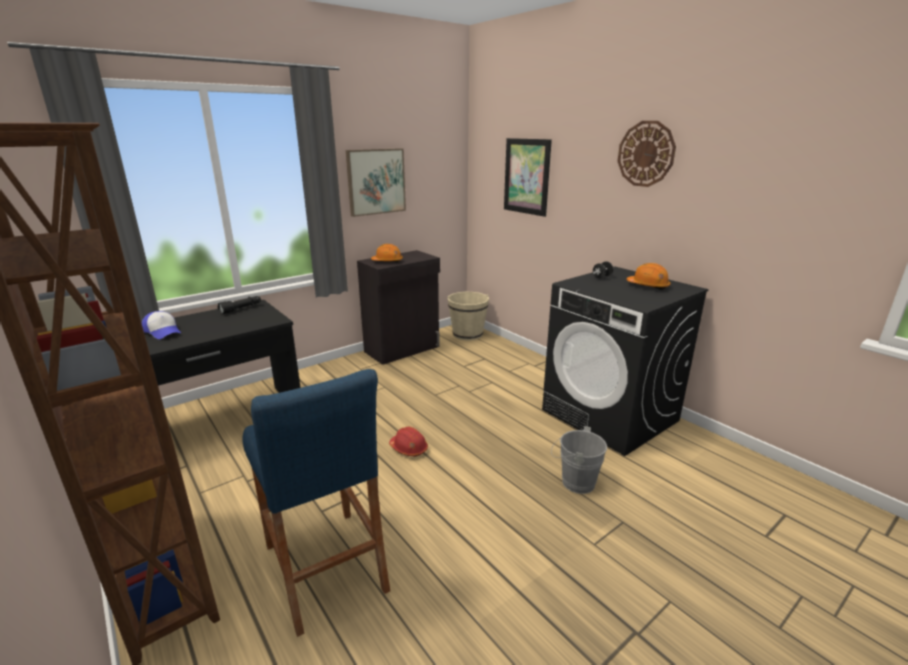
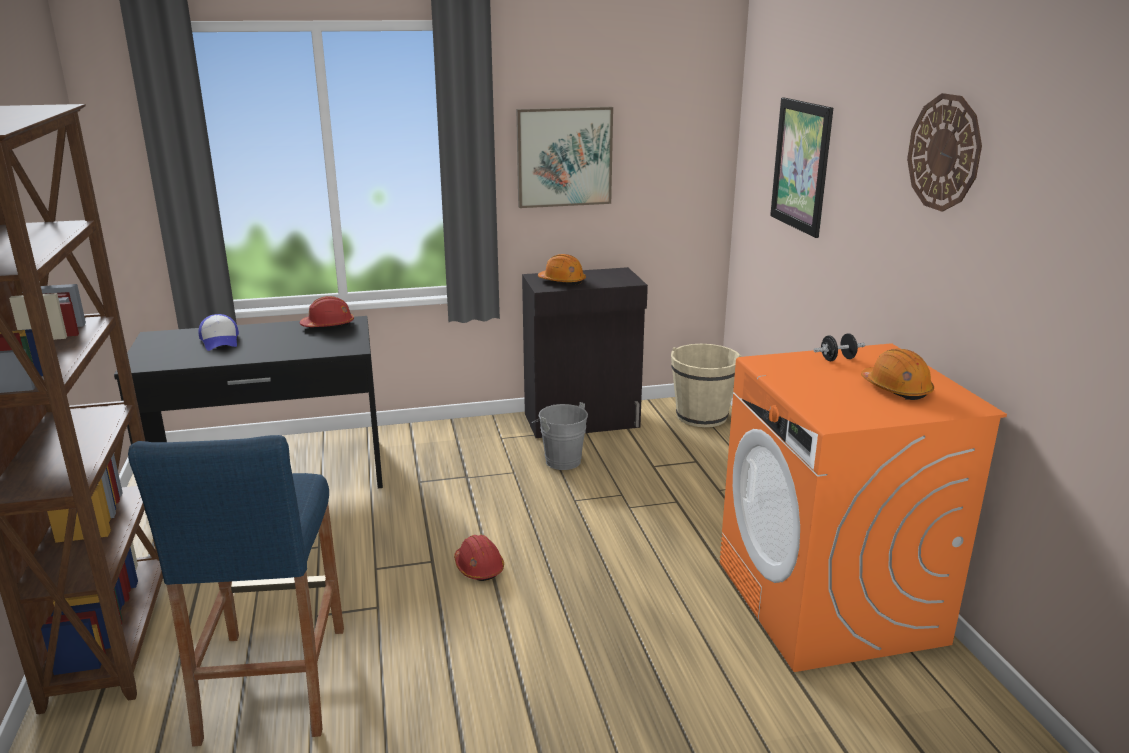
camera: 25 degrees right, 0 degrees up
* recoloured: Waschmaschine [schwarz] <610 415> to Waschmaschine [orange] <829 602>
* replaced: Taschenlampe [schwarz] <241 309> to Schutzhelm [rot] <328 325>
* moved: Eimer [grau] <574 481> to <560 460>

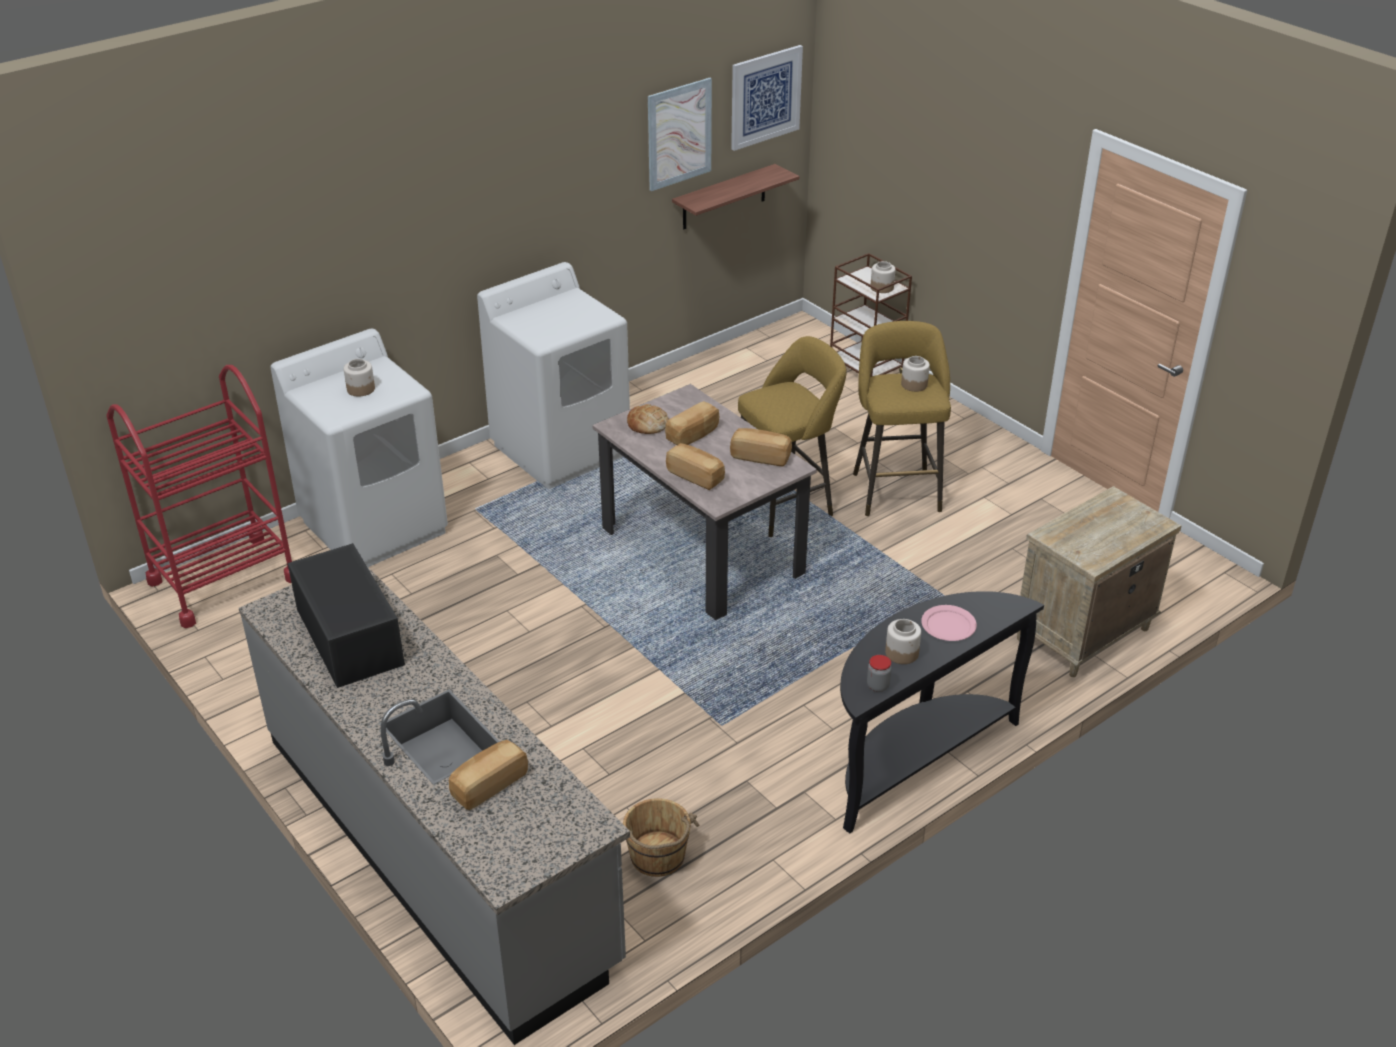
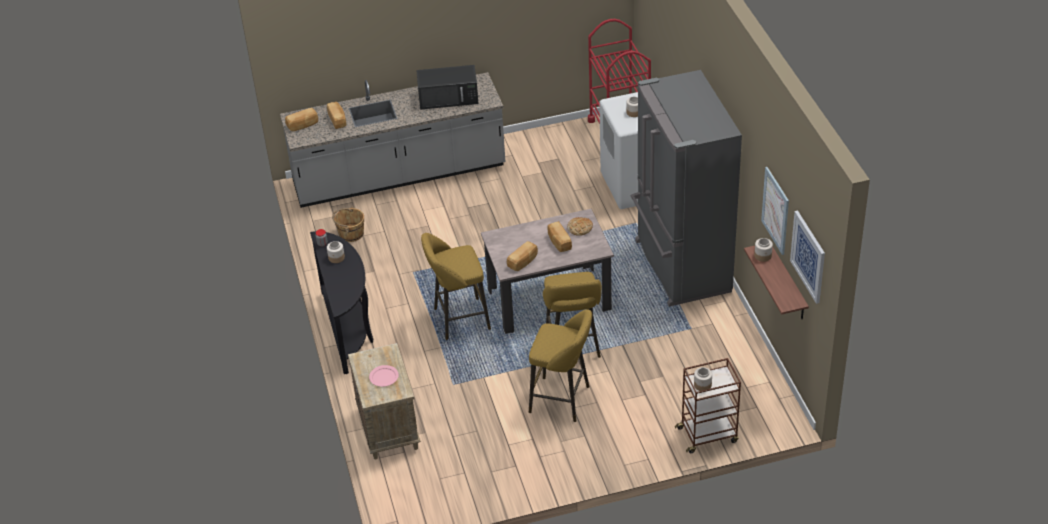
camera: 115 degrees right, 5 degrees up
* replaced: Waschmaschine [weiß] <562 449> to Kühlschrank [grau] <680 267>
* moved: Vorratsglas <914 384> to <763 256>
* moved: Brot <696 476> to <303 125>
* moved: Teller [rosa] <949 625> to <384 377>
* added: Hocker [gelb] <458 320>

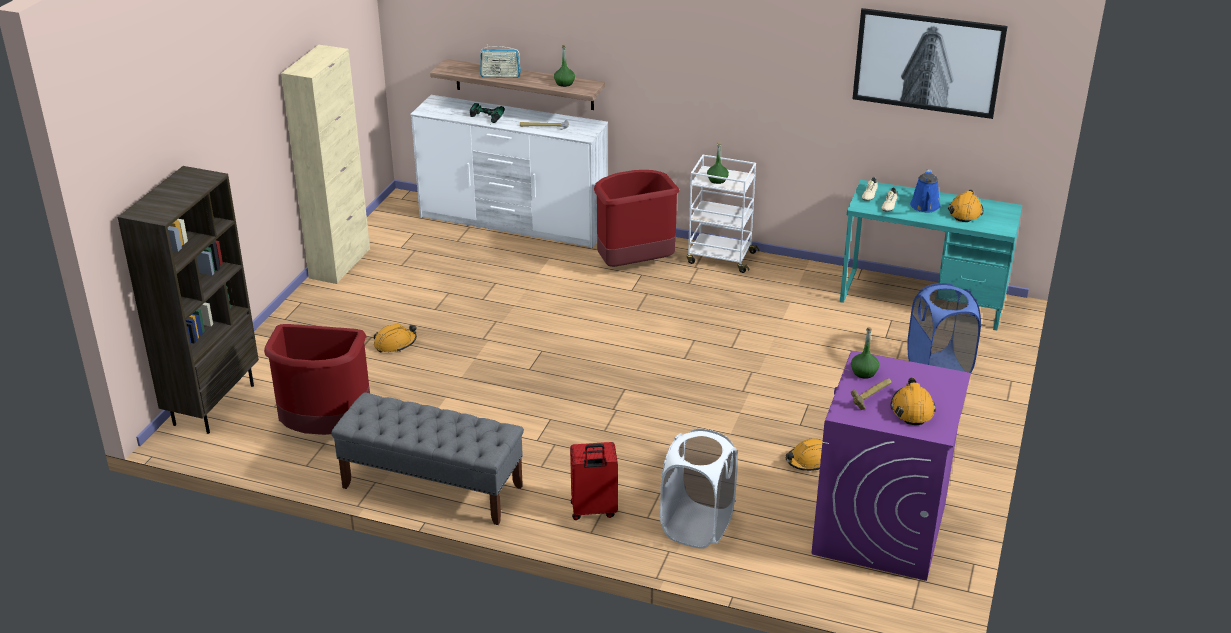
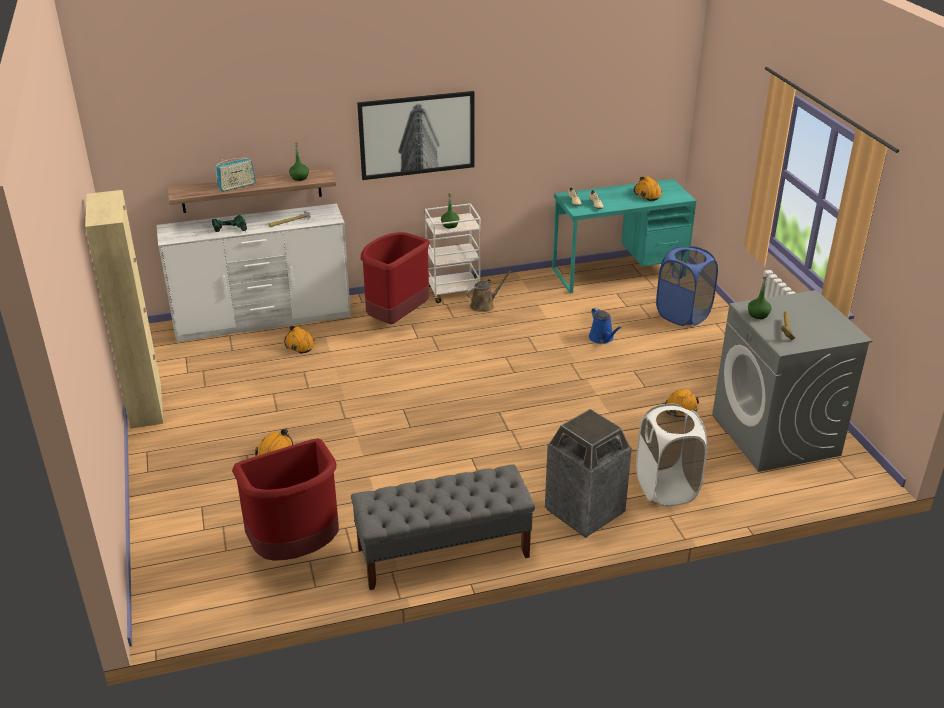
camera: 35 degrees left, 0 degrees up
* moved: Bild <927 63> to <417 135>
* removed: Bücherregal [braun] <213 404>
* moved: Gießkanne [blau] <925 207> to <602 338>
* recoloured: Waschmaschine [lila] <880 529> to Waschmaschine [grau] <776 435>
* moved: Schutzhelm [orange] <912 409> to <299 344>
* replaced: Koffer [rot] <593 510> to Mülleimer <584 511>
* added: Gießkanne [braun] <484 305>

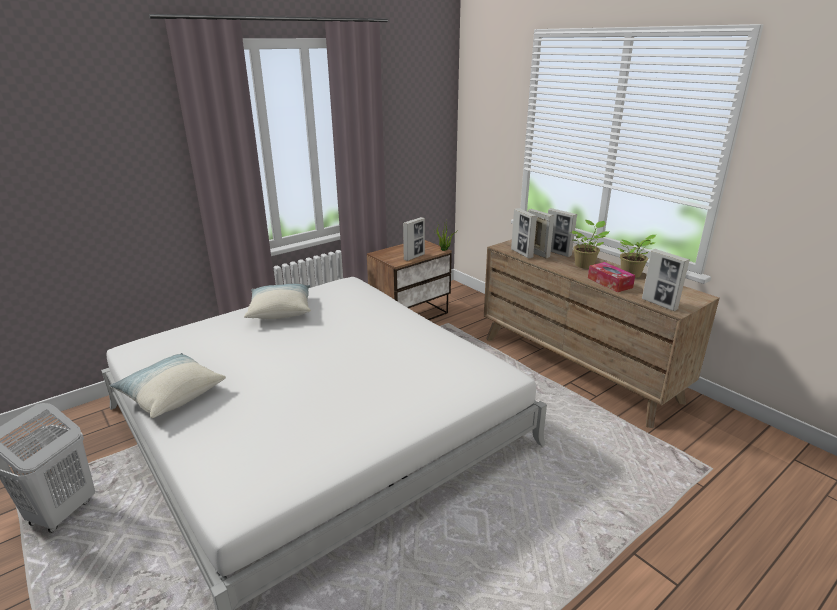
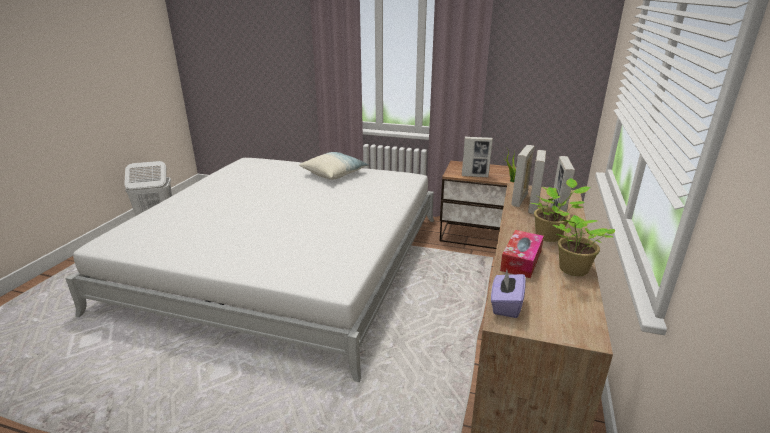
camera: 55 degrees right, 0 degrees up
* replaced: Bilderrahmen <659 304> to Taschentuchbox [lila] <505 305>
* removed: Kissen <171 395>

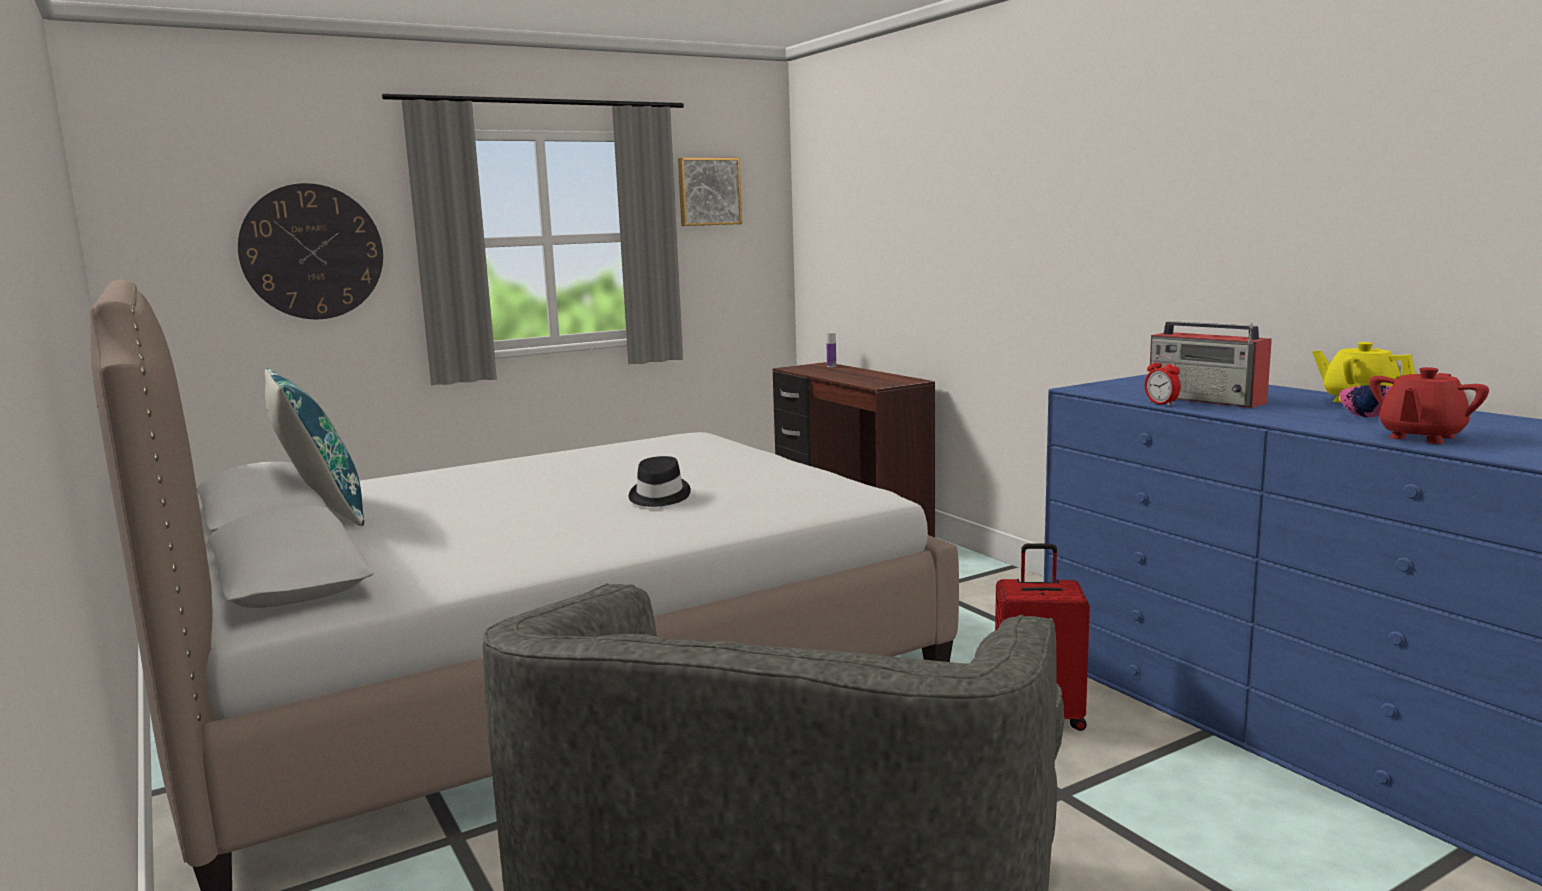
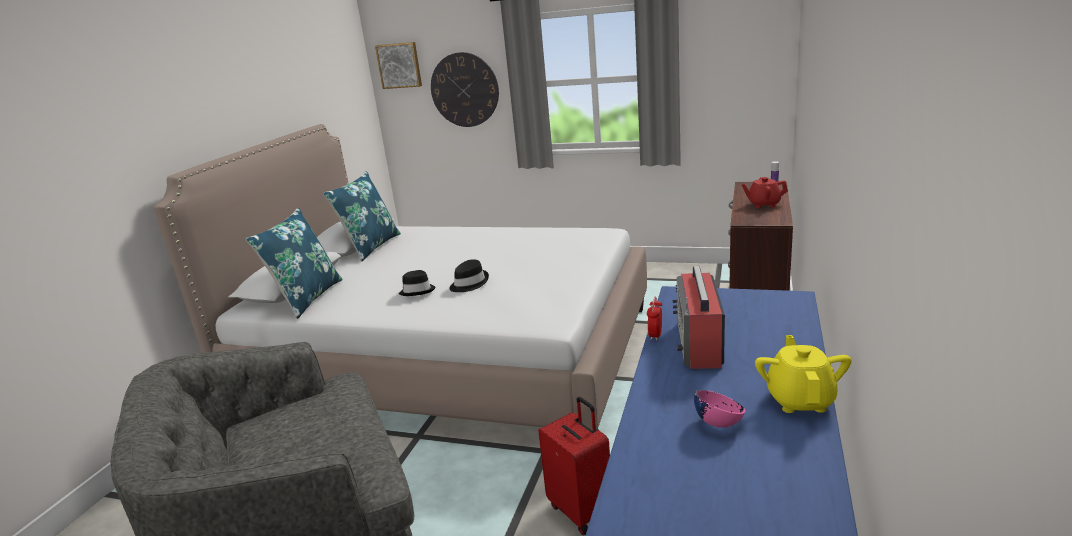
camera: 50 degrees right, 10 degrees up
* moved: Bild <708 191> to <399 65>
* moved: Teekanne [rot] <1421 437> to <763 204>
* added: Kissen [blau] <307 298>
* added: Hut [schwarz] <417 291>

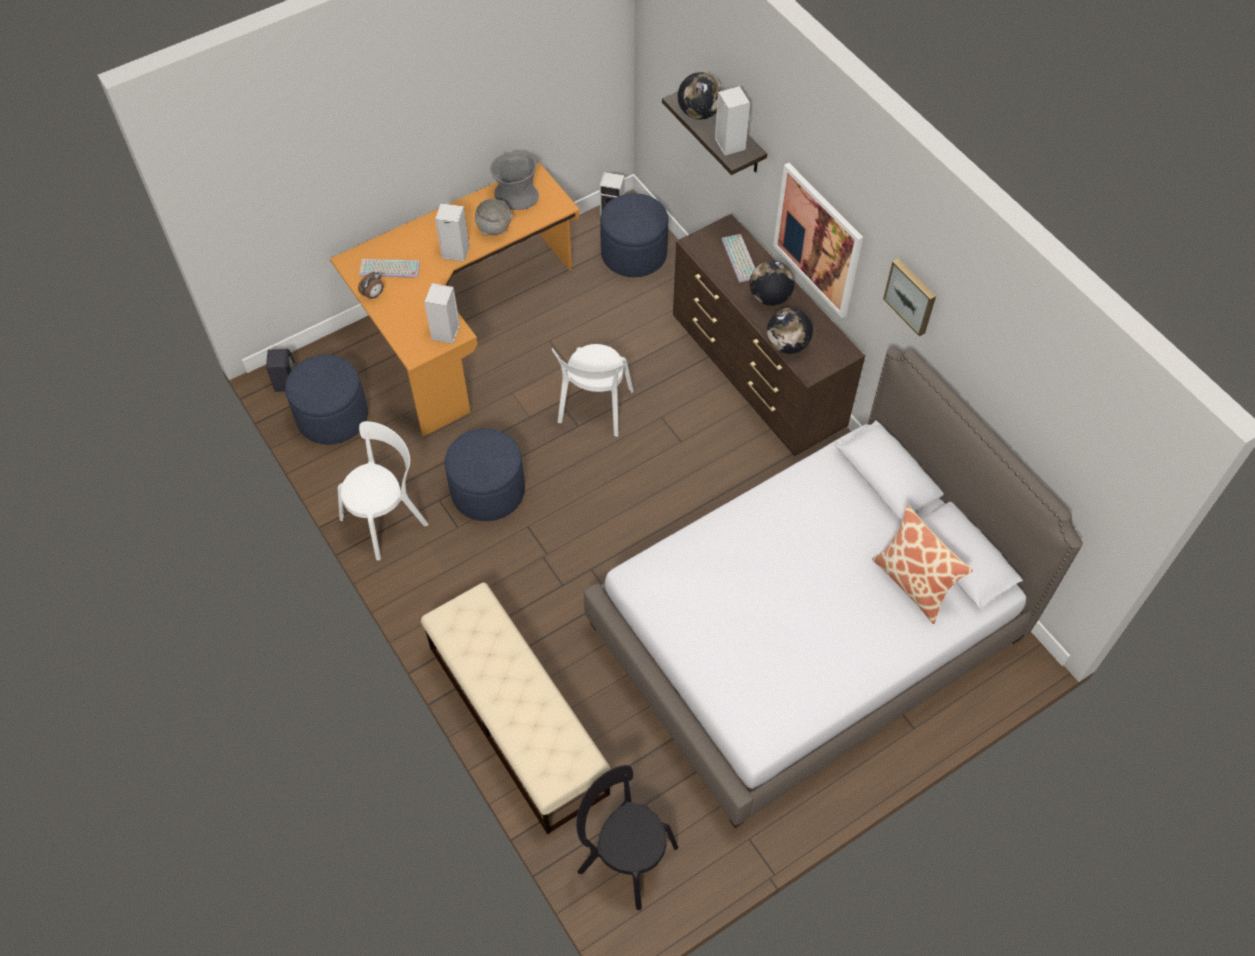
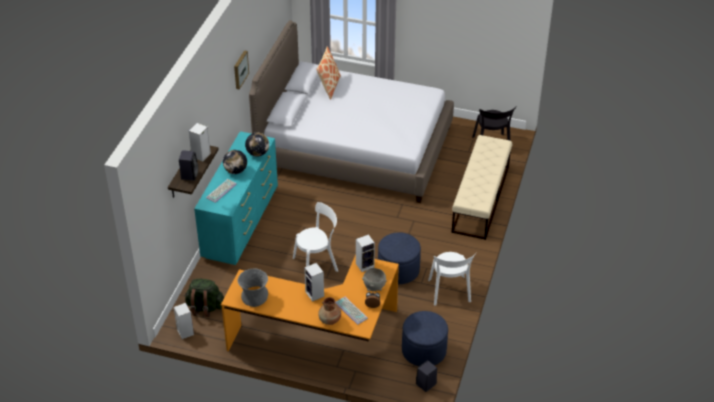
camera: 130 degrees left, 15 degrees down
* replaced: Globus <699 113> to Lautsprecher [schwarz] <189 174>
* removed: Bild <818 240>
* replaced: Polsterhocker [blau] <634 254> to Rucksack [grün] <205 307>
* moved: Schüssel [grau] <494 229> to <374 287>
* recoloured: Kommode [braun] <757 376> to Kommode [türkis] <241 223>
* turned: Stuhl [weiß] <387 519> = <449 292> 105 degrees counterclockwise
* added: Vase [braun] <329 320>

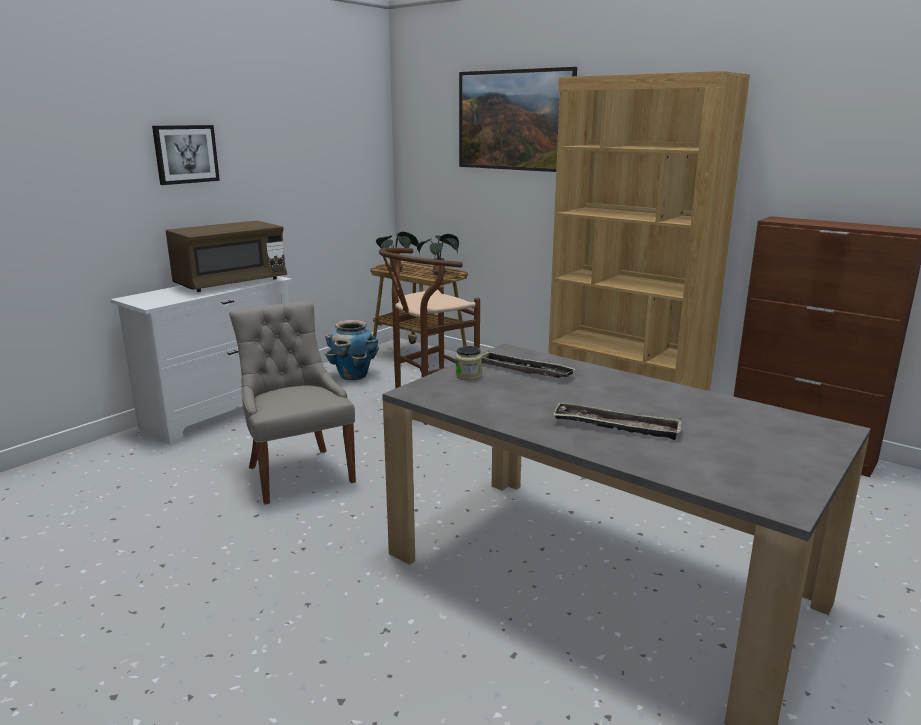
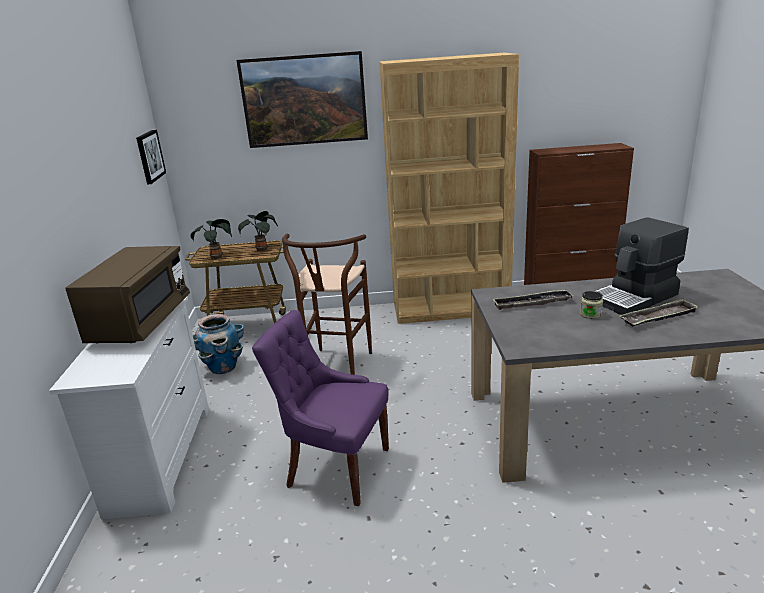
camera: 40 degrees left, 5 degrees up
* moved: Bild <185 154> to <150 156>
* recoloured: Stuhl [grau] <298 473> to Stuhl [lila] <335 467>
* moved: Vorratsglas <468 375> to <590 314>
* added: Kaffeemaschine <634 298>

